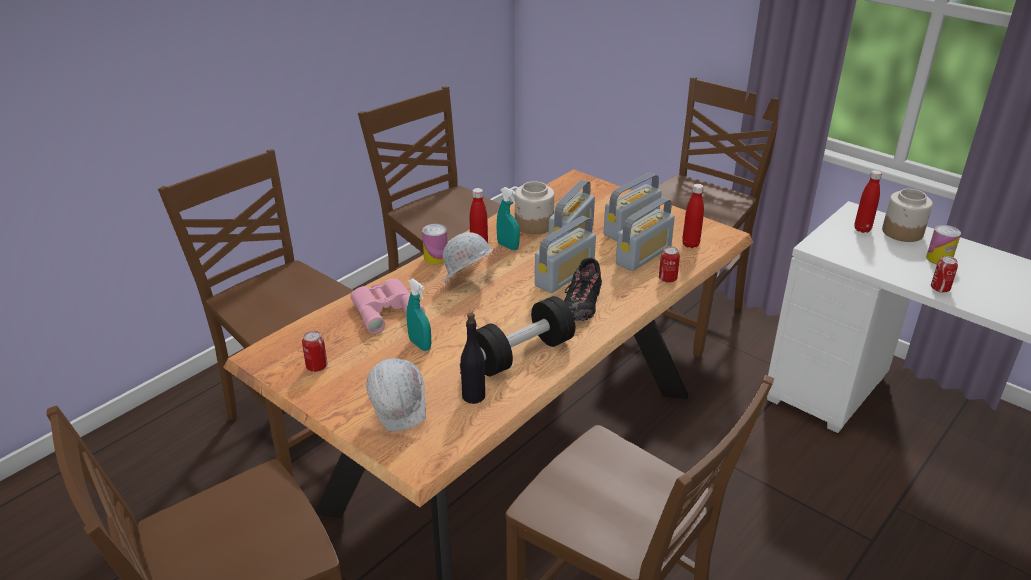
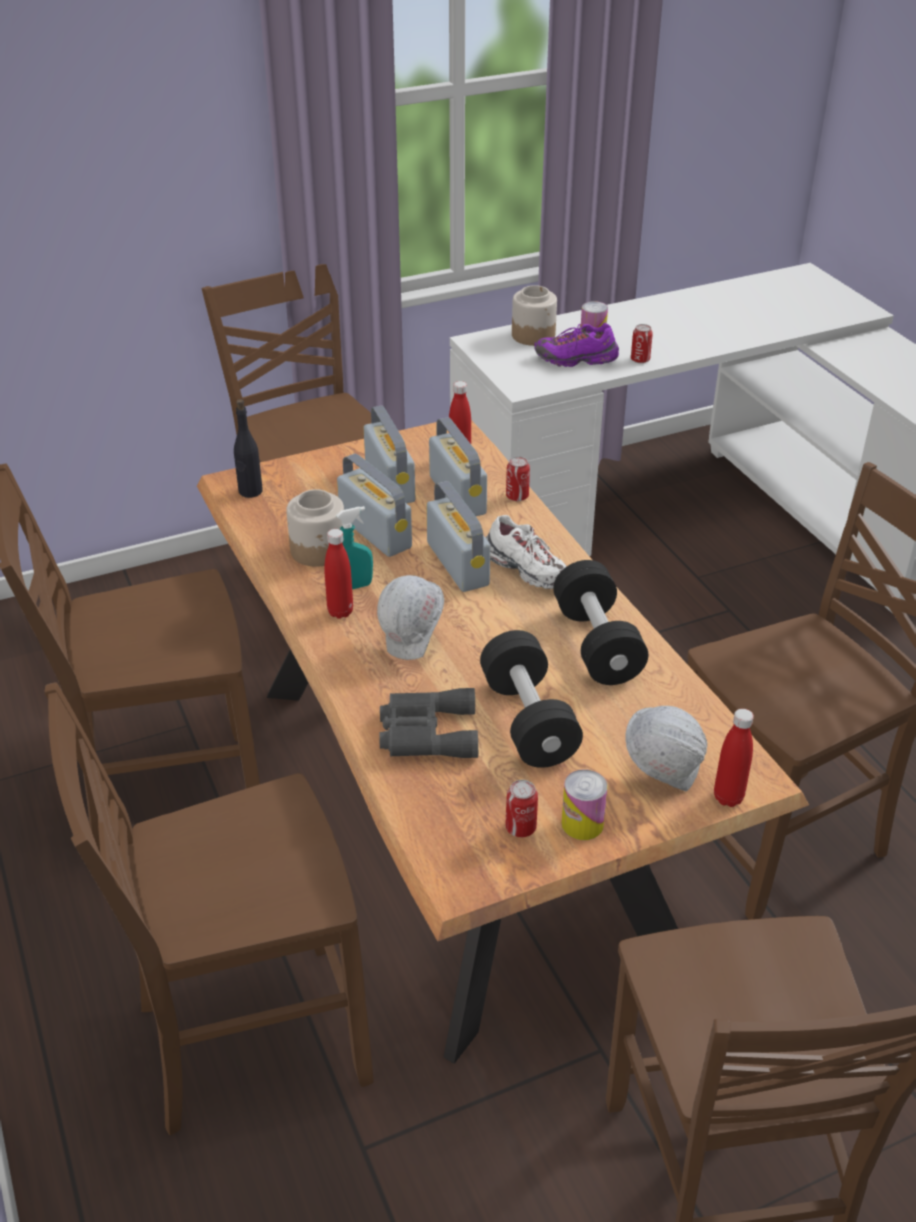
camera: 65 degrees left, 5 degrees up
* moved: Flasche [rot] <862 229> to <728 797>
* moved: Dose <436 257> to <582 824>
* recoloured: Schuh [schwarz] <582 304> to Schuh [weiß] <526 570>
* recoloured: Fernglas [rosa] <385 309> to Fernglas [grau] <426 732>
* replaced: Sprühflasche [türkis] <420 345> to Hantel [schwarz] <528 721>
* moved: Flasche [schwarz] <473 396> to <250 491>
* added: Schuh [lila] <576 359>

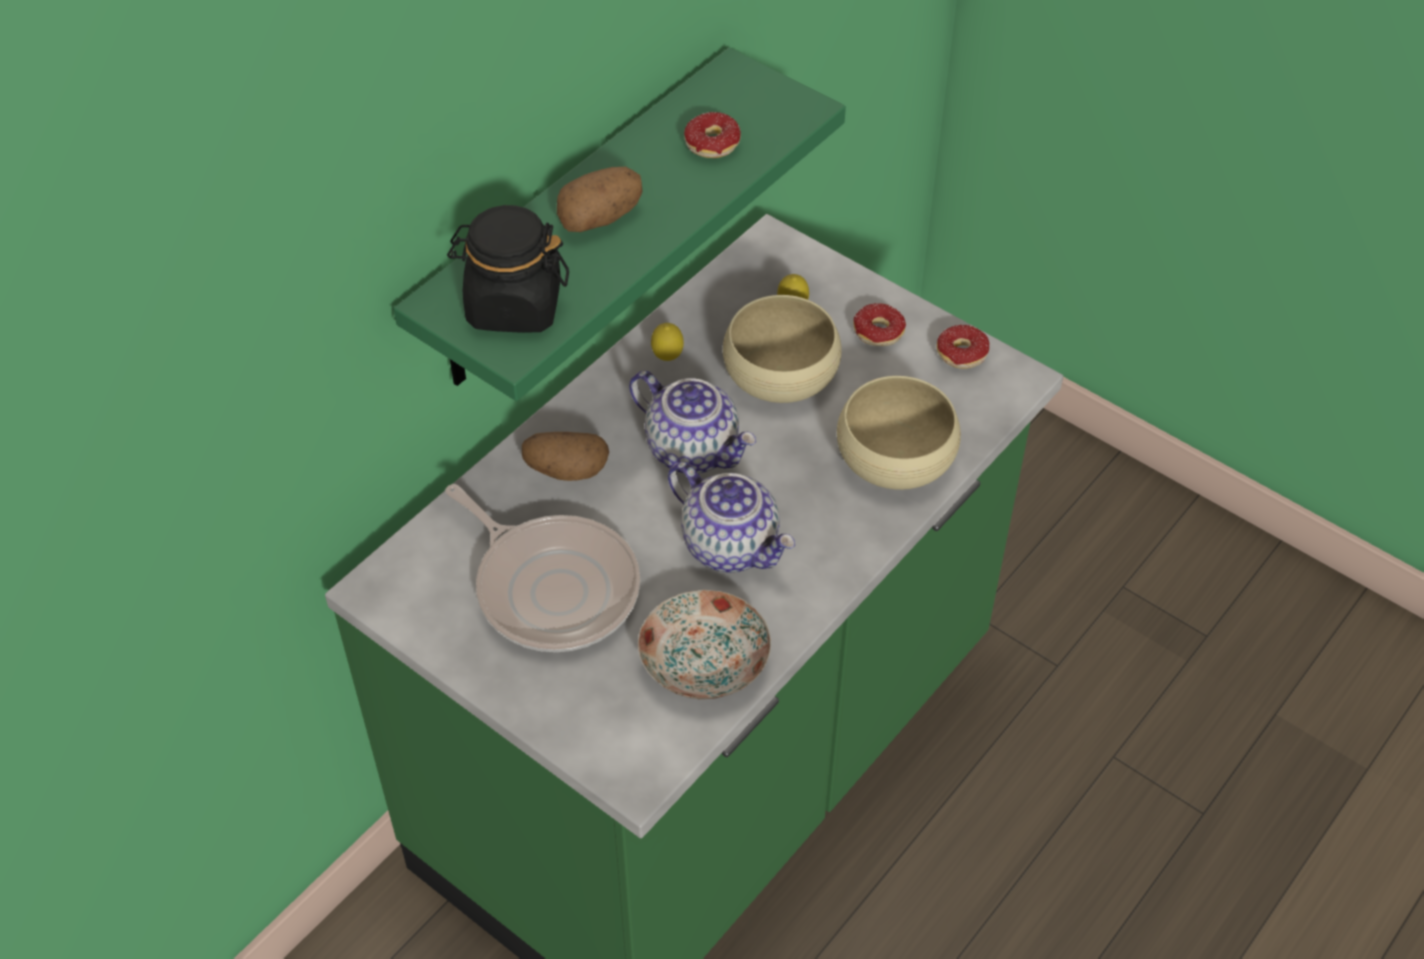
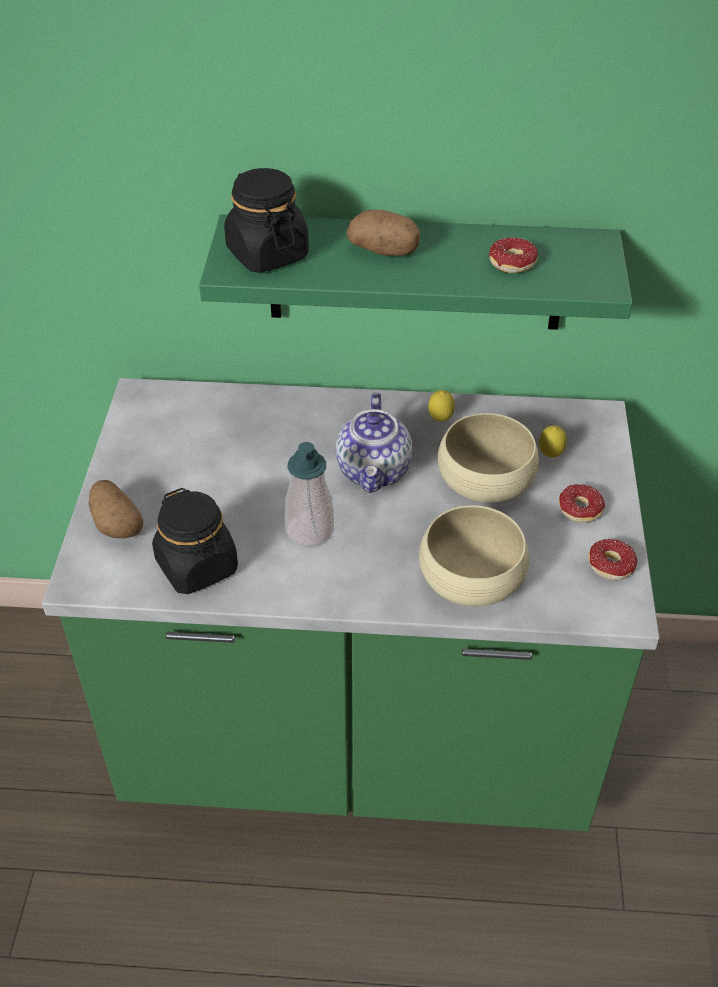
camera: 55 degrees right, 5 degrees down
* moved: Kartoffel <566 470> to <116 523>
* replaced: Teekanne <732 545> to Seifenspender <310 530>
* removed: Pfanne <552 586>
* replaced: Teller <703 662> to Vorratsglas [schwarz] <197 566>

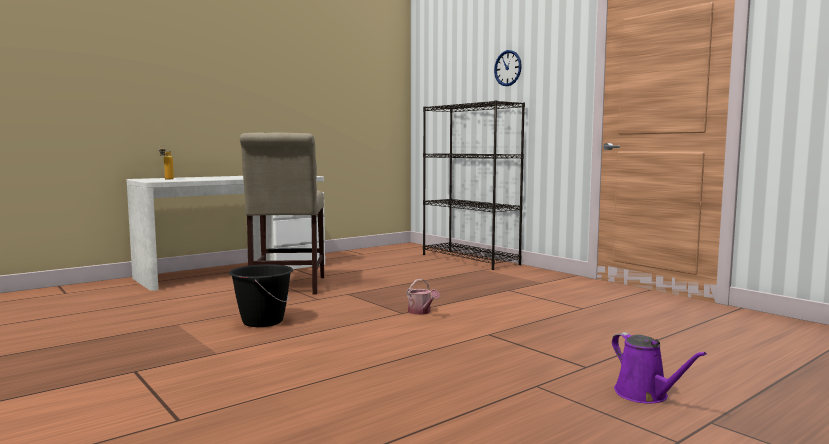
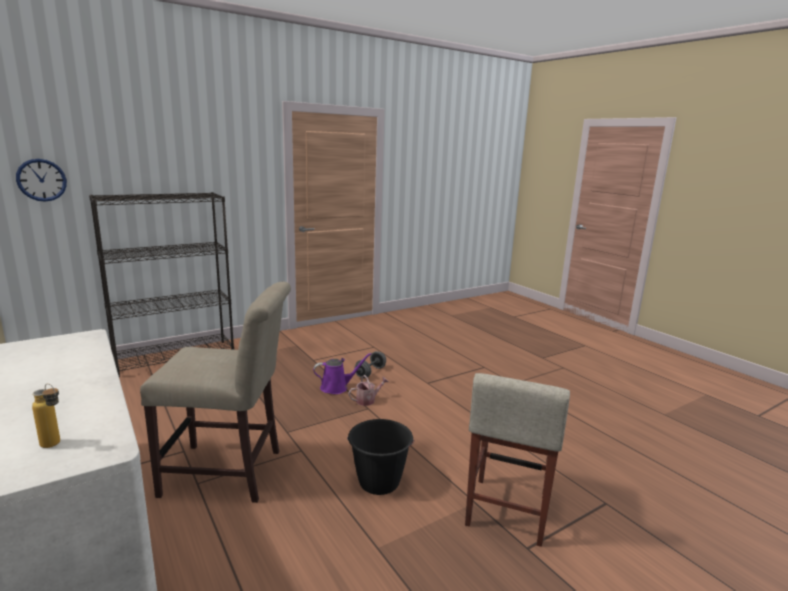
camera: 85 degrees left, 10 degrees up
* moved: Wanduhr <508 68> to <41 180>
* moved: Gießkanne [lila] <645 395> to <337 387>
* added: Hantel [grau] <370 372>
* added: Hocker [beige] <507 511>

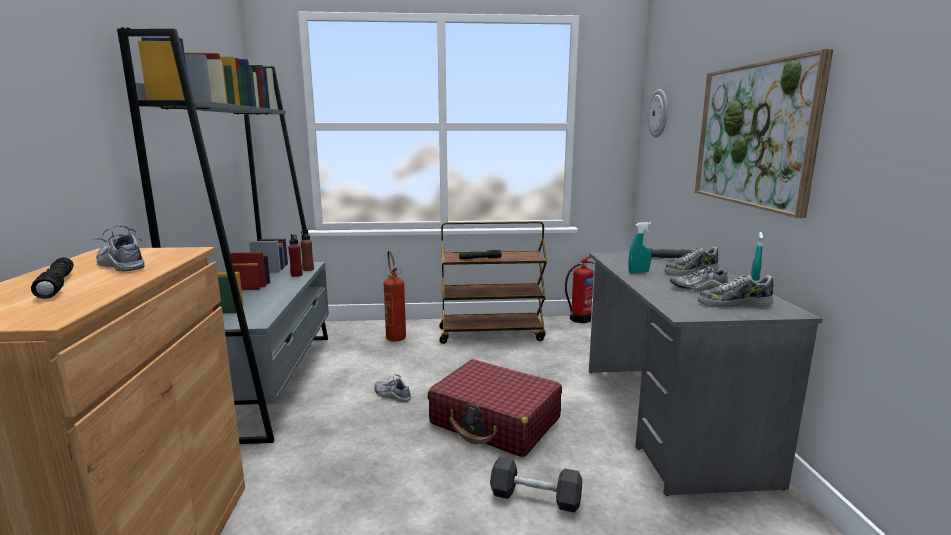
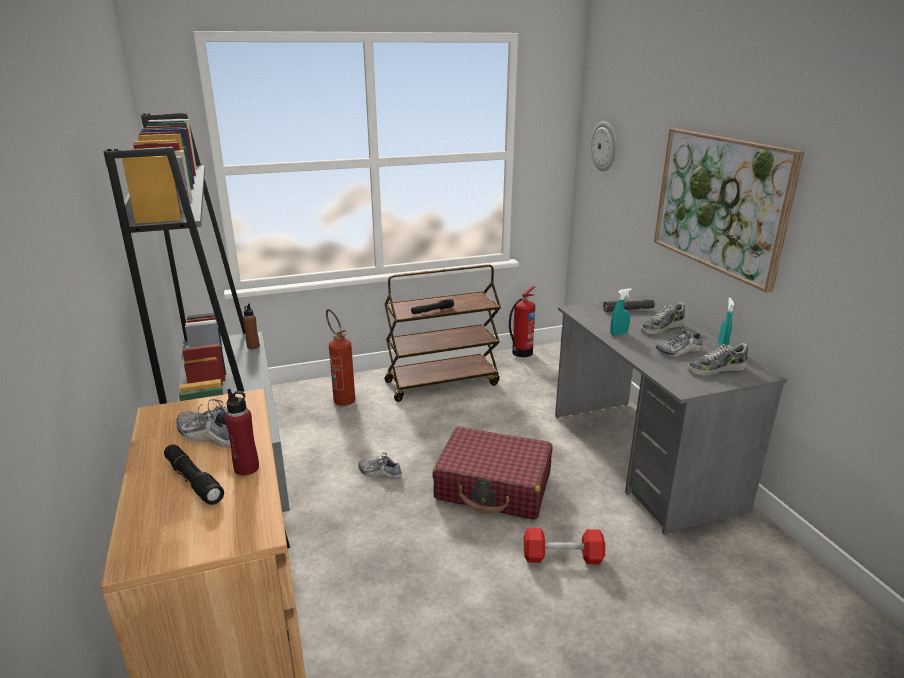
camera: 15 degrees left, 10 degrees up
* moved: Flasche [rot] <296 275> to <246 468>
* recoloured: Hantel [schwarz] <535 497> to Hantel [rot] <562 557>

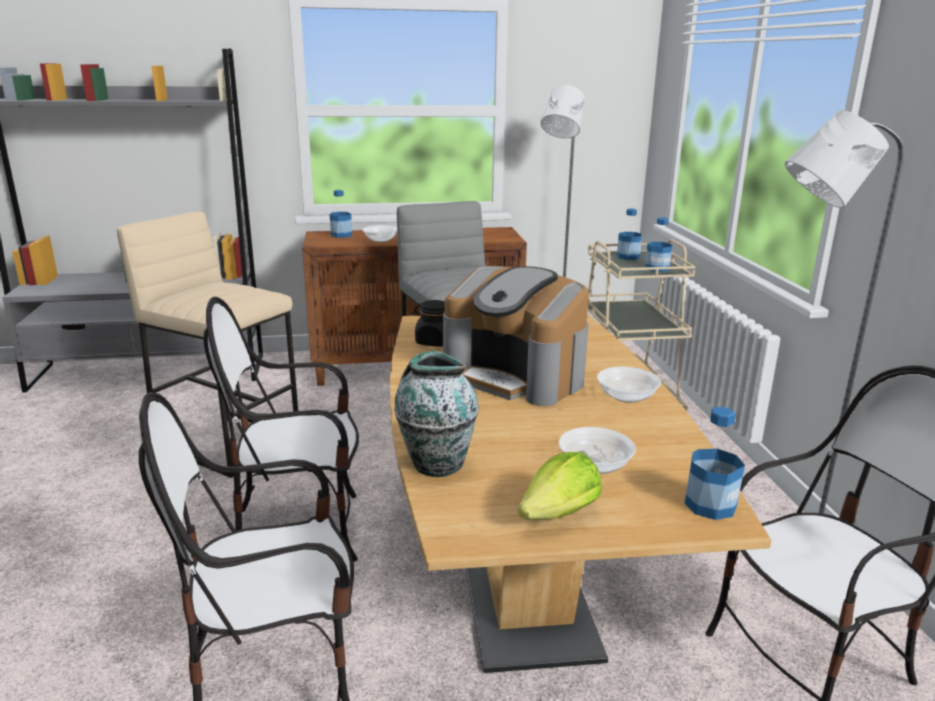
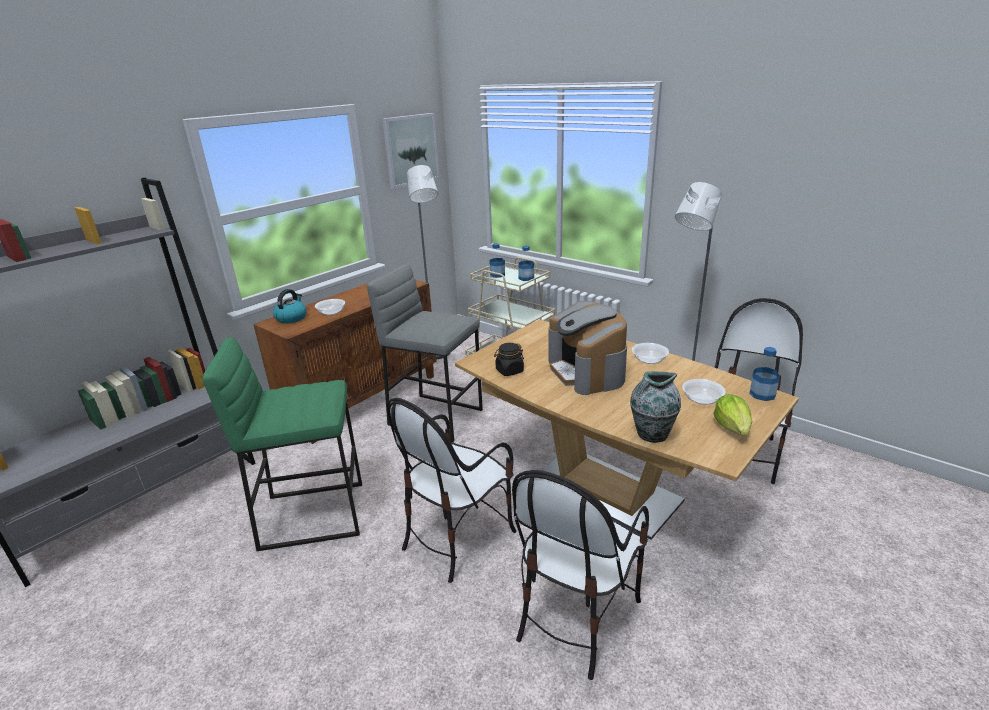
camera: 40 degrees left, 5 degrees up
* replaced: Flasche <341 235> to Wasserkessel <291 318>
* recoloured: Hocker [beige] <229 441> to Hocker [grün] <313 514>
* turned: Kaffeemaschine <516 375> = <587 371> 75 degrees clockwise
* added: Bild <411 150>

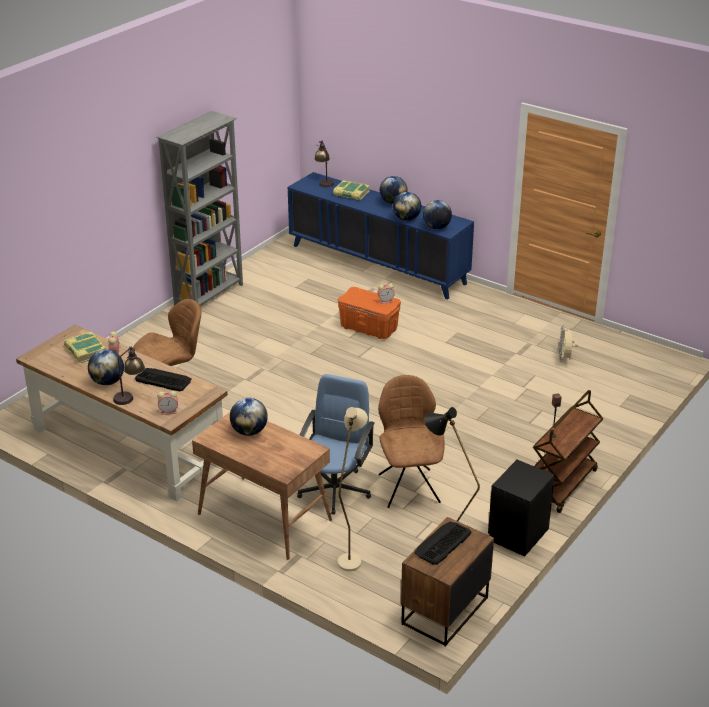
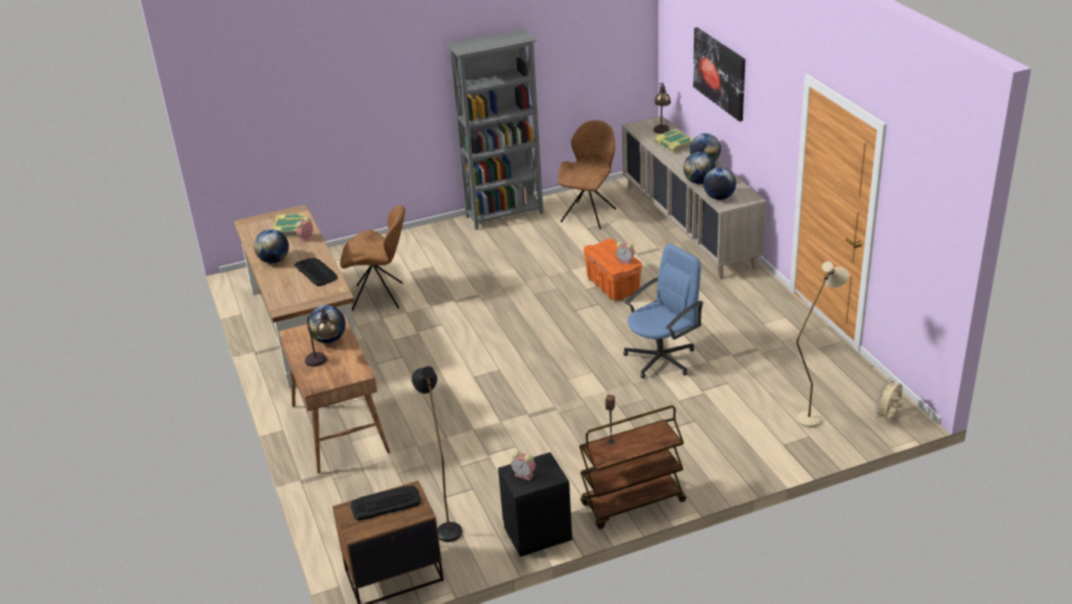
camera: 35 degrees right, 0 degrees up
* recoloured: Schrank [blau] <377 264> to Schrank [beige] <688 226>
* moved: Ventilator [beige] <565 359> to <887 418>
* moved: Tischlampe <130 396> to <324 359>
* moved: Bürostuhl [blau] <335 489> to <661 359>
* moved: Stuhl [braun] <408 486> to <589 214>
* moved: Wecker <169 411> to <525 475>
* moved: Stehlampe [beige] <351 556> to <813 415>
* added: Bild <719 73>

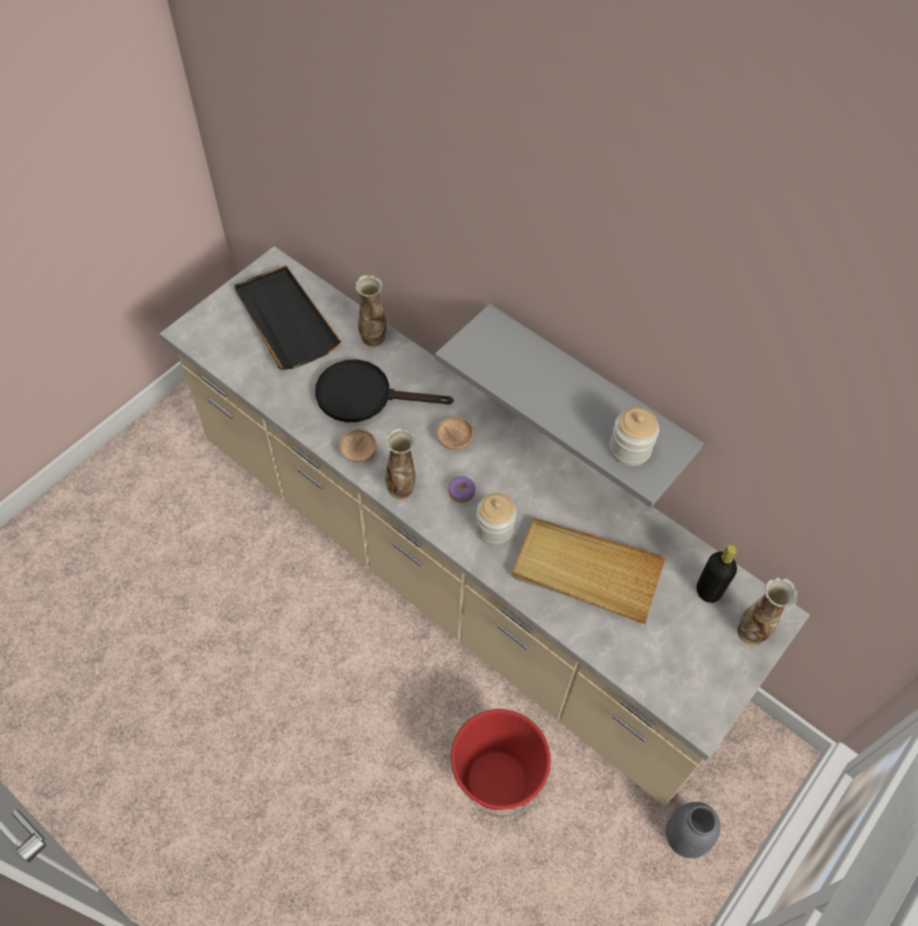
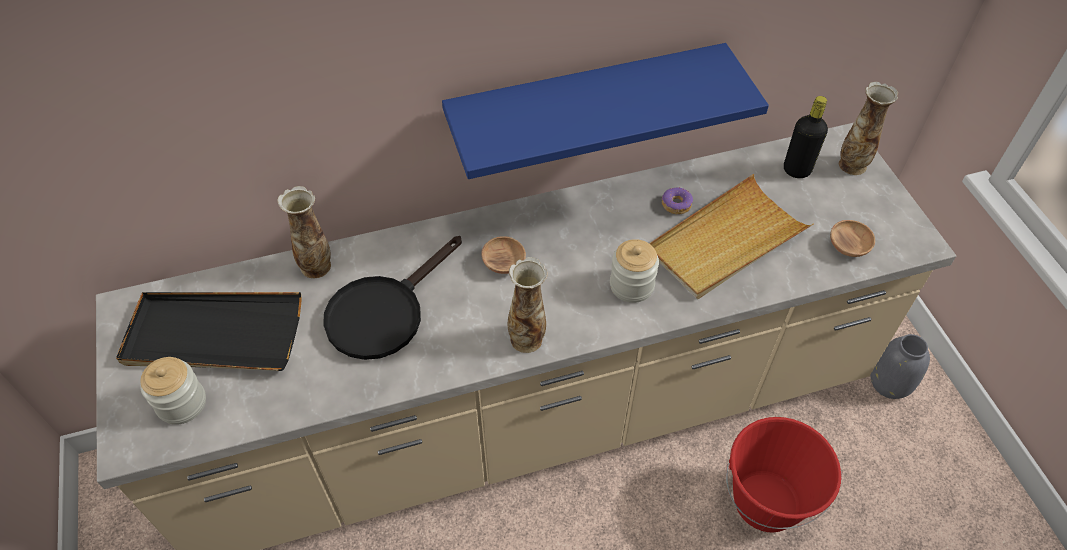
camera: 55 degrees left, 5 degrees down
* recoloured: Wandregal [grau] <587 392> to Wandregal [blau] <586 102>
* moved: Vorratsglas <630 449> to <182 403>
* moved: Schüssel [braun] <358 452> to <848 246>
* moved: Donut <461 492> to <676 204>

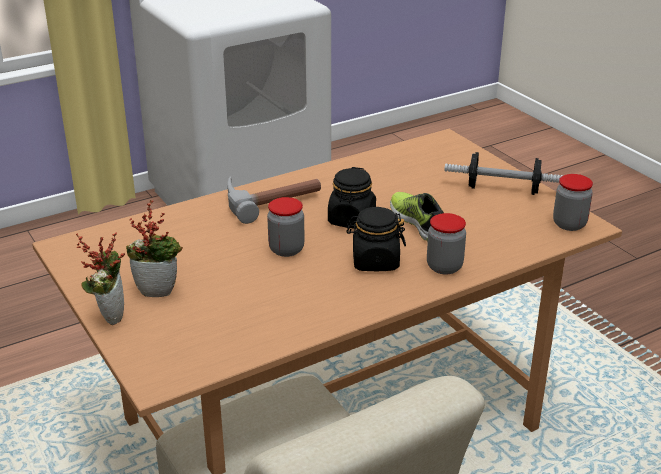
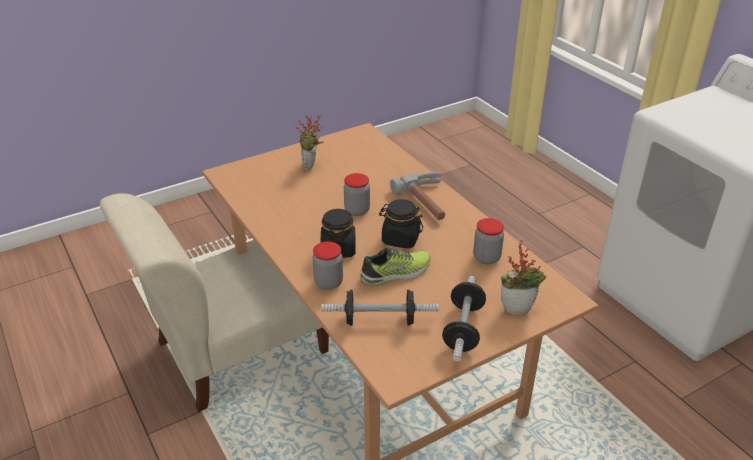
camera: 90 degrees right, 5 degrees up
* moved: Vorratsglas <569 224> to <486 258>
* moved: Topfpflanze <110 315> to <518 307>
* added: Hantel <379 320>

